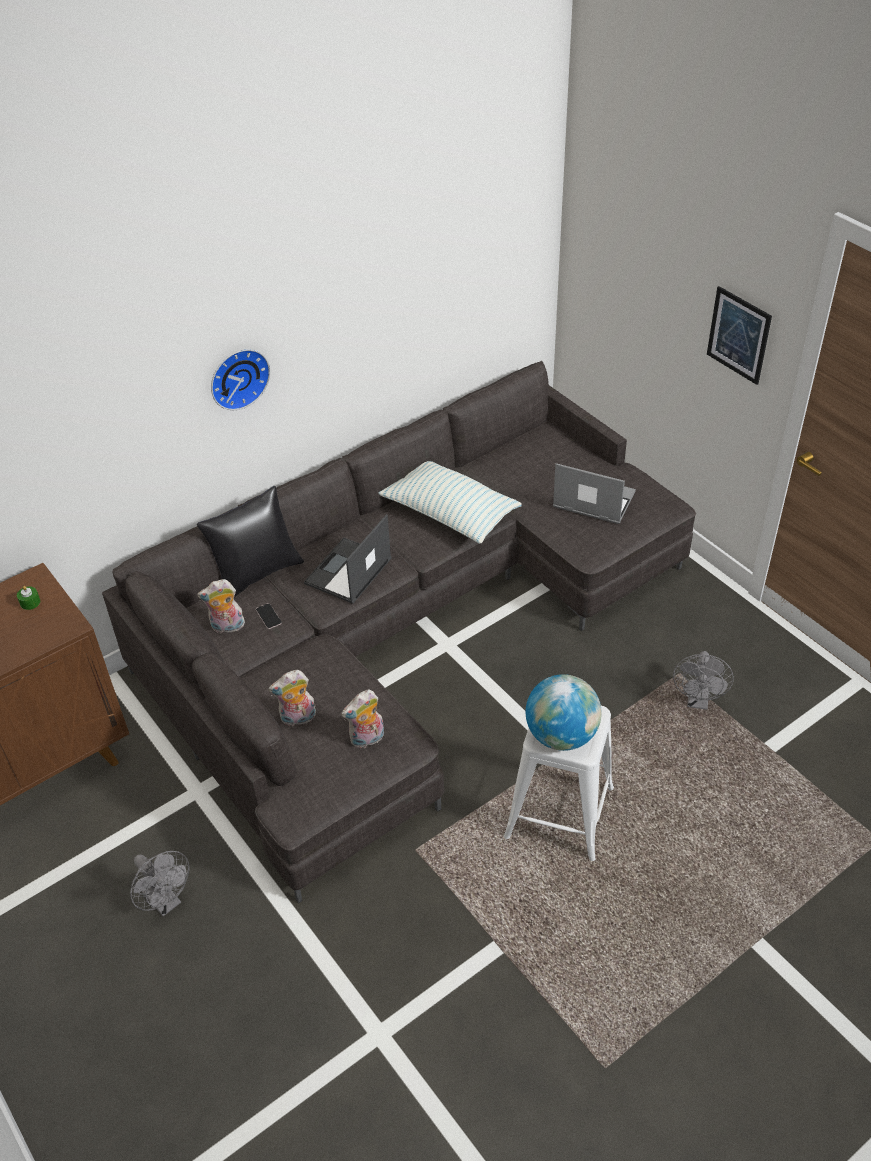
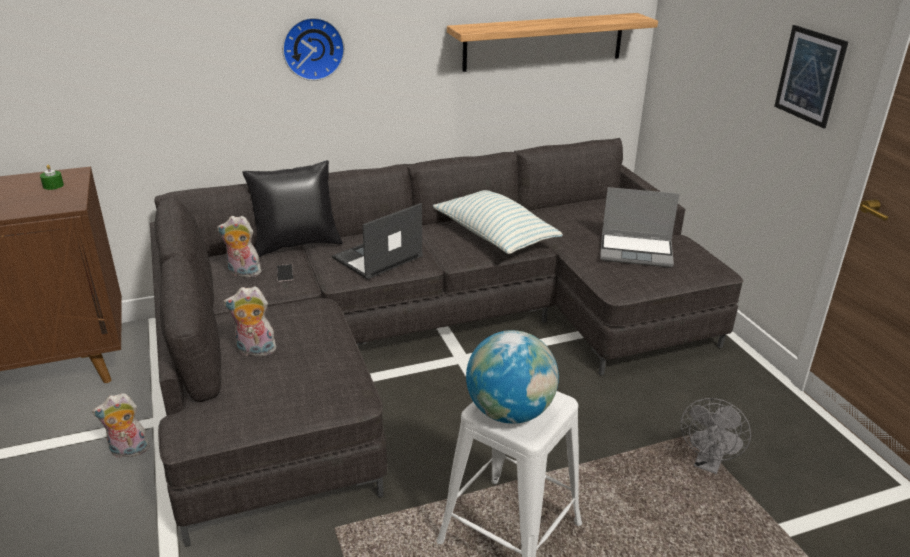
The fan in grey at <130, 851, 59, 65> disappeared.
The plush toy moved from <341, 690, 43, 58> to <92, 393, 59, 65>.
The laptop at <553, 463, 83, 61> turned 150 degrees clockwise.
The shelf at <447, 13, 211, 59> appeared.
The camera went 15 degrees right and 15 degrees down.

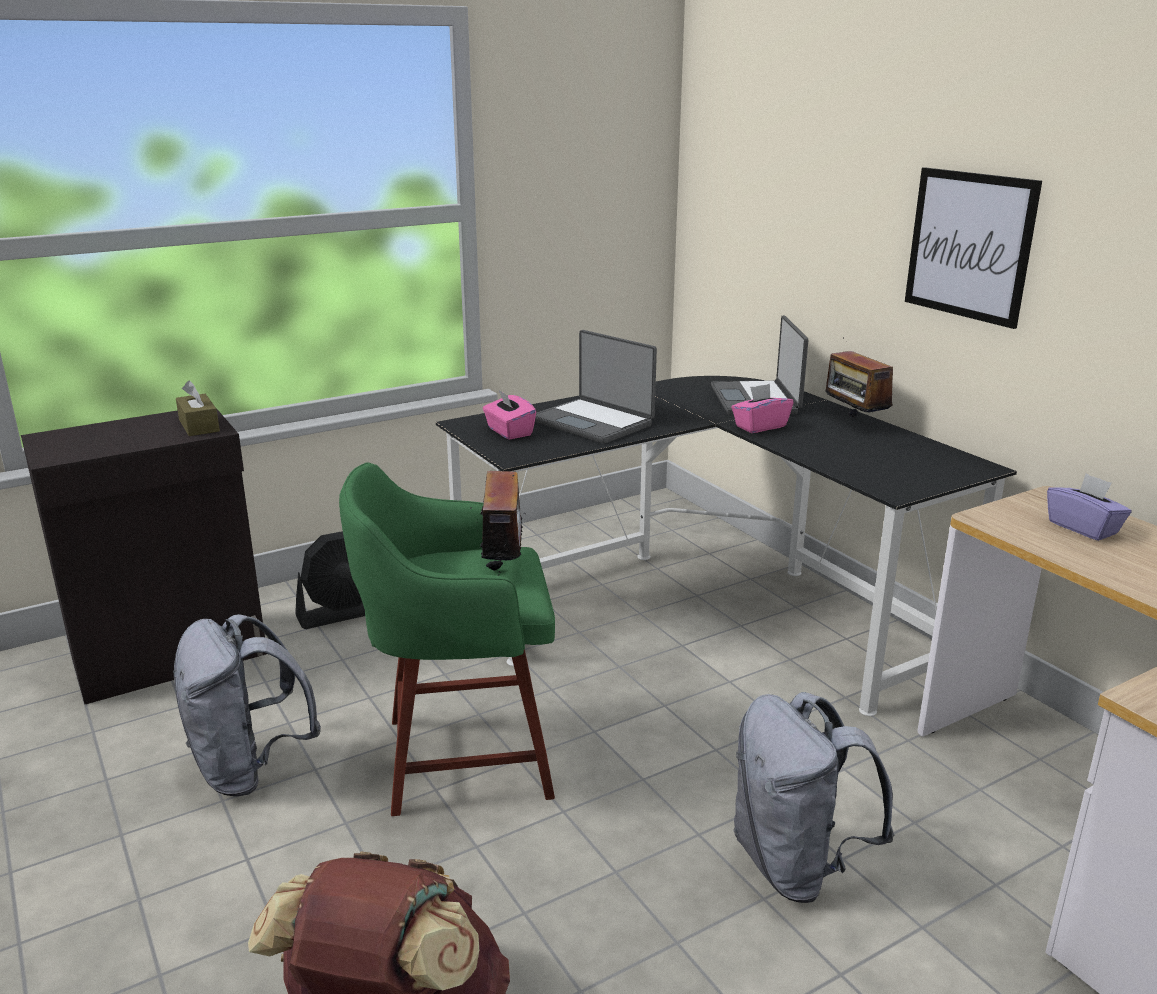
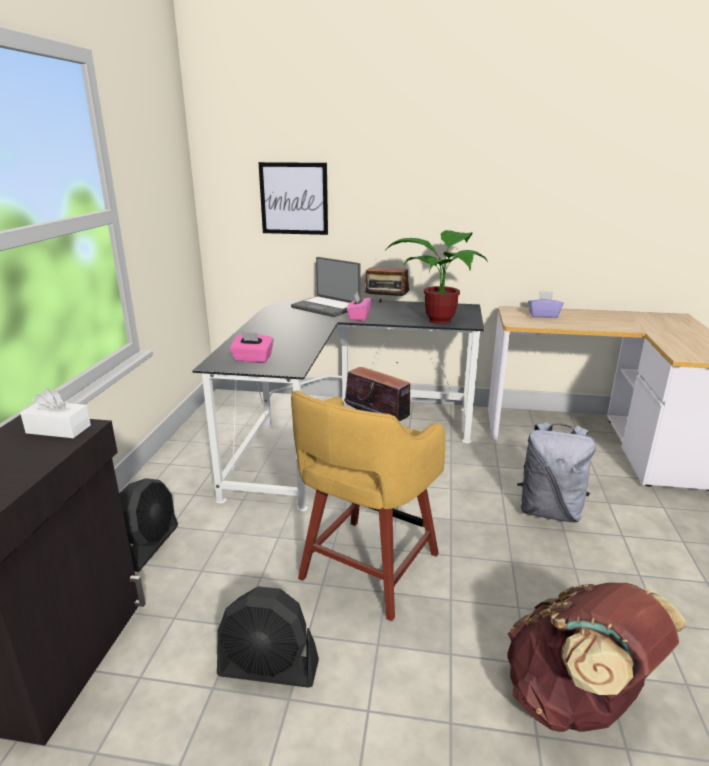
The backpack in grey at <173, 614, 148, 182> was replaced by the fan in black at <217, 586, 102, 102>.
The tissue box in brown at <176, 380, 44, 56> became the tissue box in white at <20, 388, 71, 50>.
The stool in green at <339, 462, 216, 354> became the stool in yellow at <291, 390, 154, 231>.
The laptop at <535, 330, 122, 114> disappeared.
The picture moved from <905, 167, 137, 162> to <258, 162, 70, 73>.
The potted plant at <386, 230, 102, 94> appeared.
The camera went 50 degrees left and 0 degrees up.

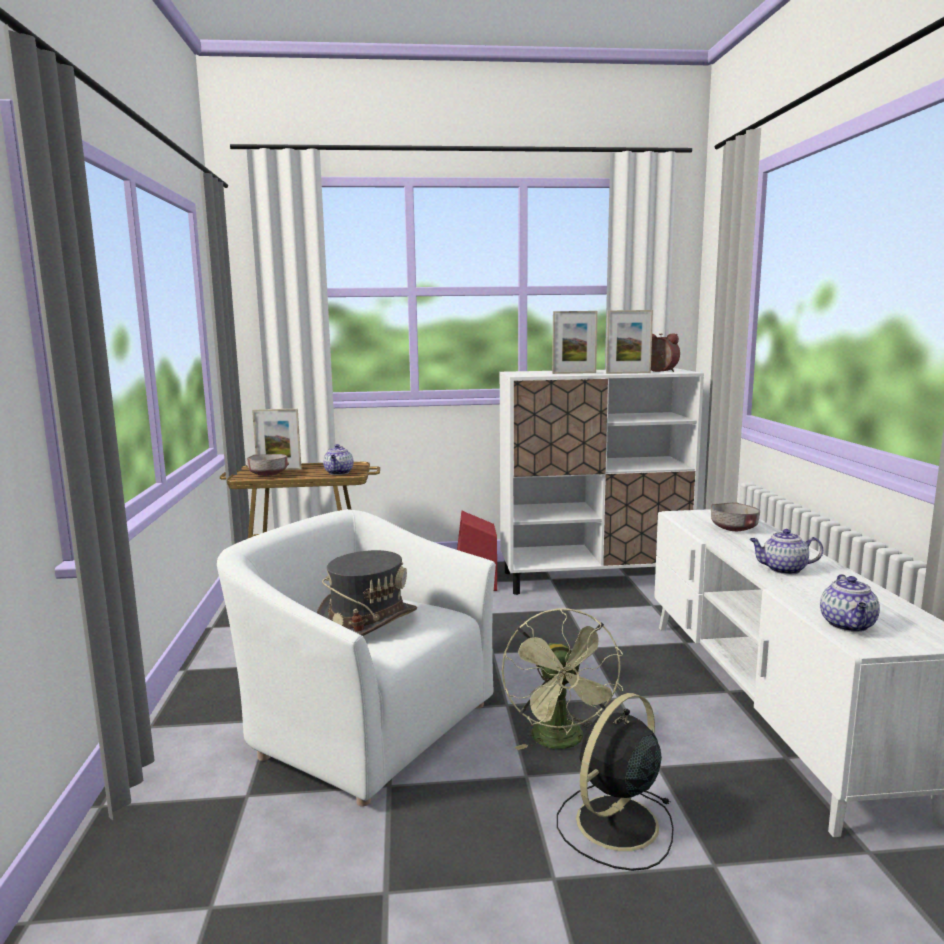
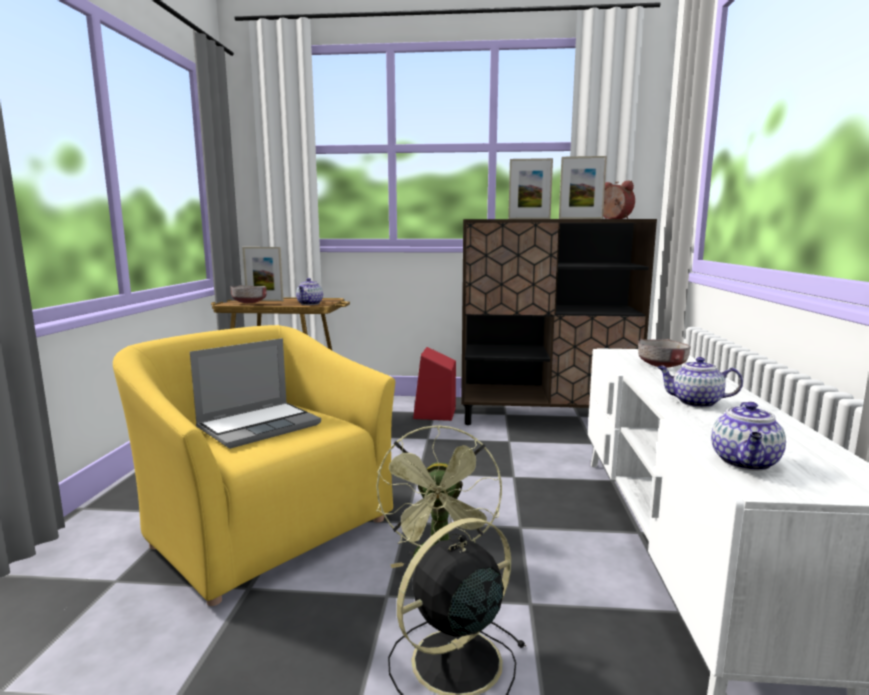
The armchair in white at <217, 509, 279, 297> became the armchair in yellow at <113, 325, 282, 281>.
The hat in grey at <317, 550, 100, 86> was replaced by the laptop at <190, 338, 131, 111>.
The cabinet in white at <499, 368, 205, 227> became the cabinet in brown at <461, 219, 196, 206>.
The camera went 10 degrees right and 0 degrees up.

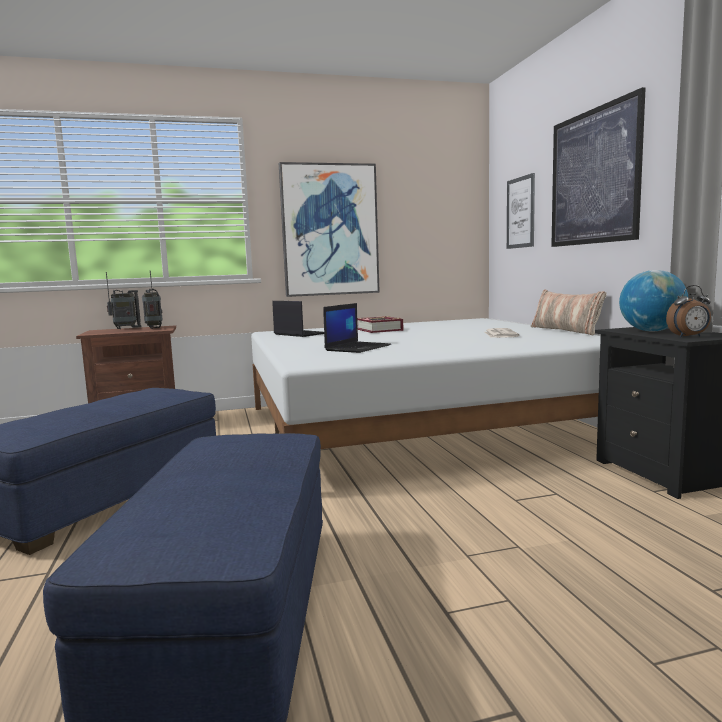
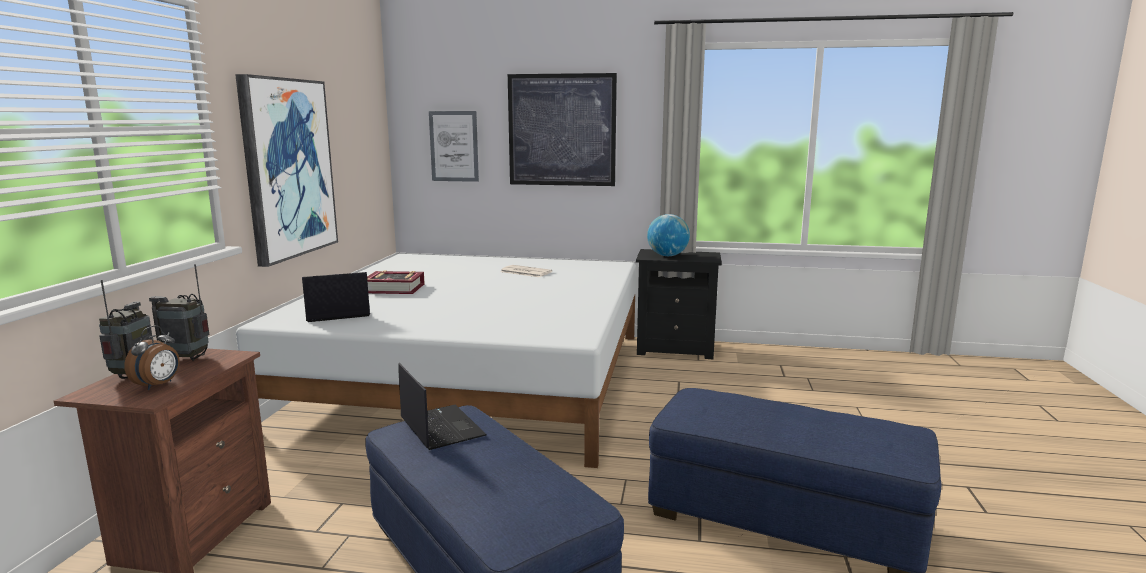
The laptop moved from <323, 303, 68, 50> to <398, 363, 89, 87>.
The pillow at <531, 290, 76, 45> disappeared.
The alarm clock moved from <666, 285, 45, 52> to <124, 325, 56, 65>.
The camera went 65 degrees left and 5 degrees up.

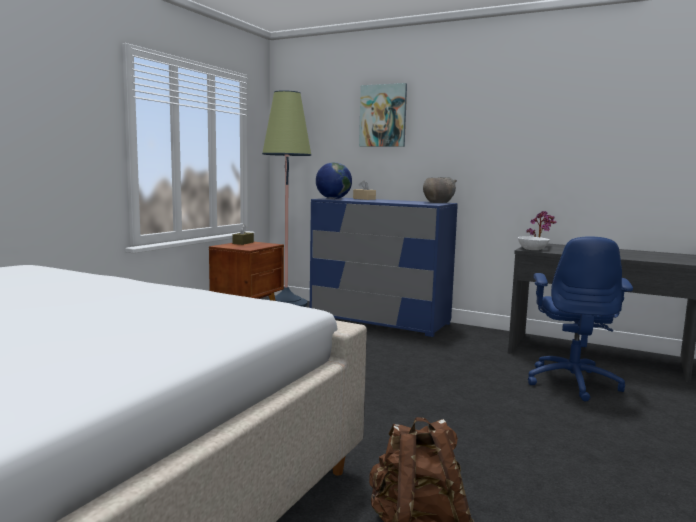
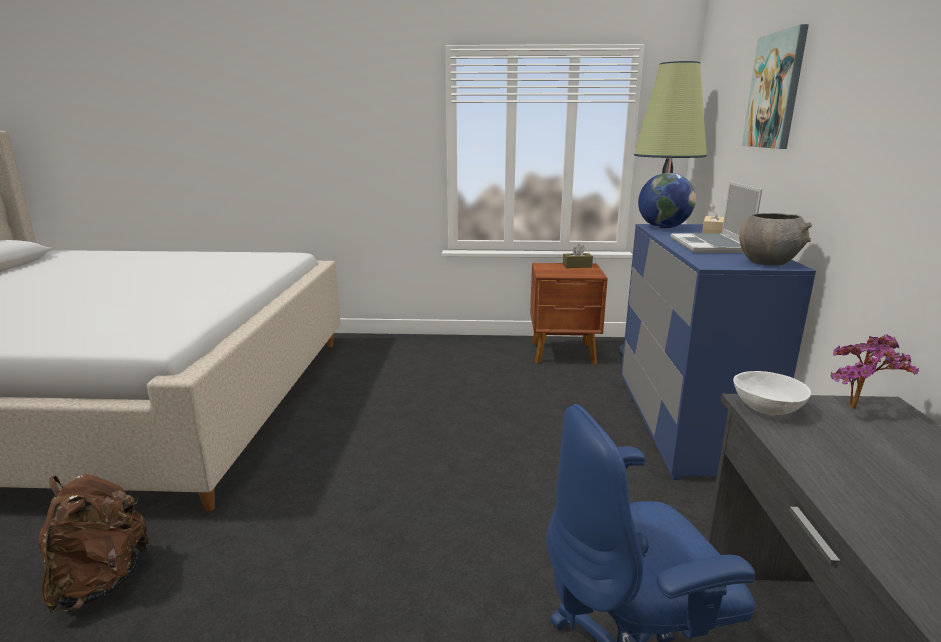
The laptop at <671, 182, 91, 71> appeared.
The camera went 65 degrees right and 10 degrees up.

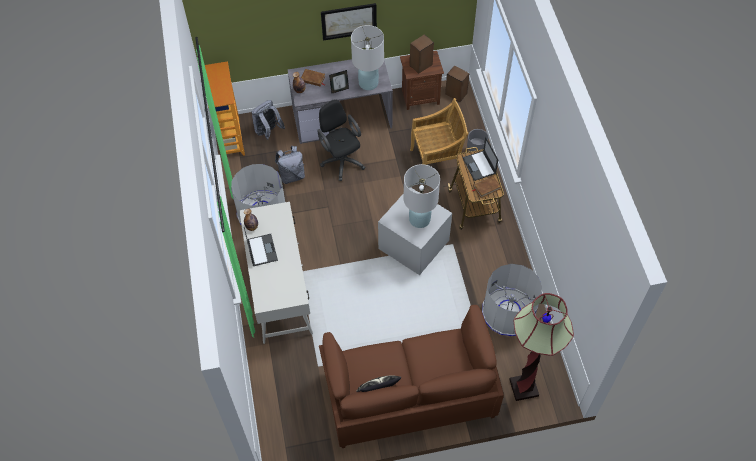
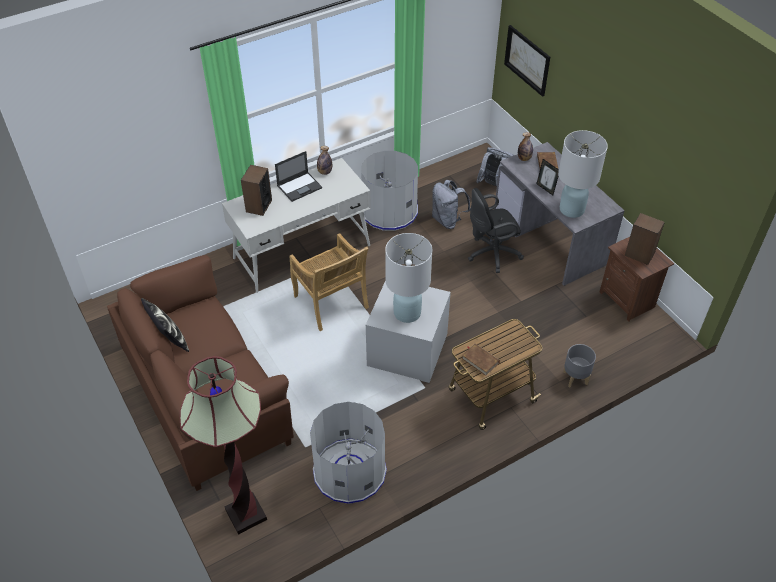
The bookcase at <205, 61, 40, 95> disappeared.
The office chair in black at <317, 100, 48, 81> turned 150 degrees counterclockwise.
The picture moved from <321, 3, 56, 38> to <504, 25, 46, 72>.
The chair in beige moved from <410, 98, 59, 75> to <290, 233, 79, 98>.
The speaker moved from <445, 66, 24, 36> to <241, 165, 31, 51>.
The laptop at <462, 137, 36, 44> disappeared.
The camera went 70 degrees right and 10 degrees down.

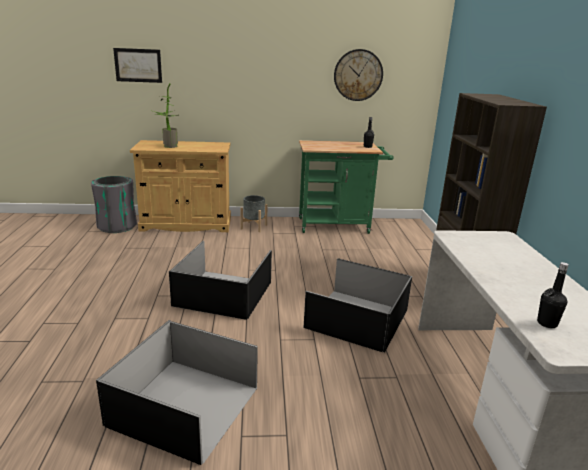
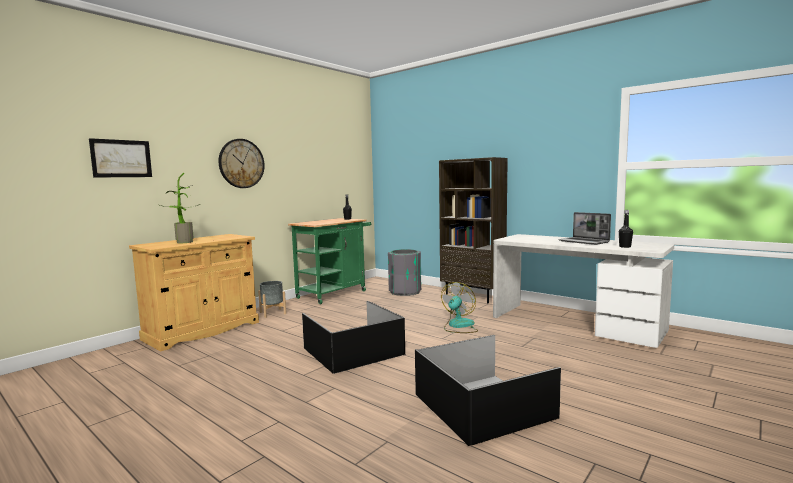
The trash can in grey moved from <91, 176, 46, 57> to <388, 249, 33, 47>.
The storage box in black at <303, 258, 109, 94> was replaced by the fan at <441, 282, 37, 51>.
The wall clock moved from <334, 49, 49, 52> to <219, 139, 46, 49>.
The laptop at <559, 212, 52, 33> appeared.
The camera went 45 degrees left and 15 degrees down.

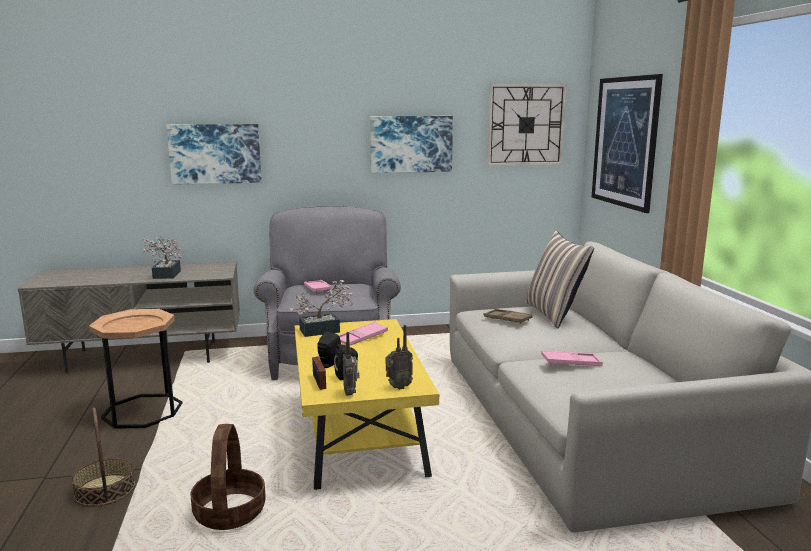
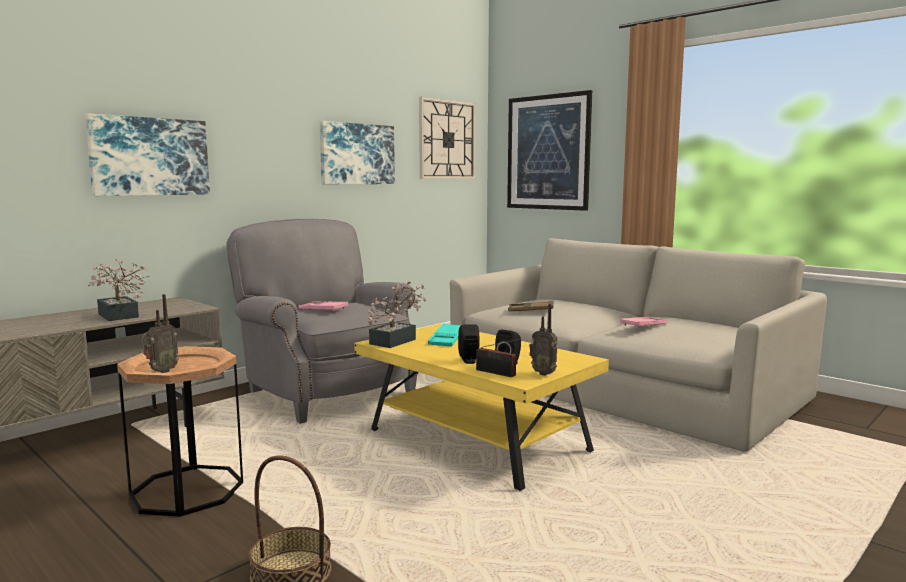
The basket at <190, 424, 76, 106> disappeared.
The tray in pink at <338, 322, 50, 23> became the tray in turquoise at <428, 323, 33, 23>.
The radio moved from <386, 325, 27, 65> to <142, 294, 37, 79>.
The pillow at <525, 230, 69, 98> disappeared.
The camera went 35 degrees left and 5 degrees down.

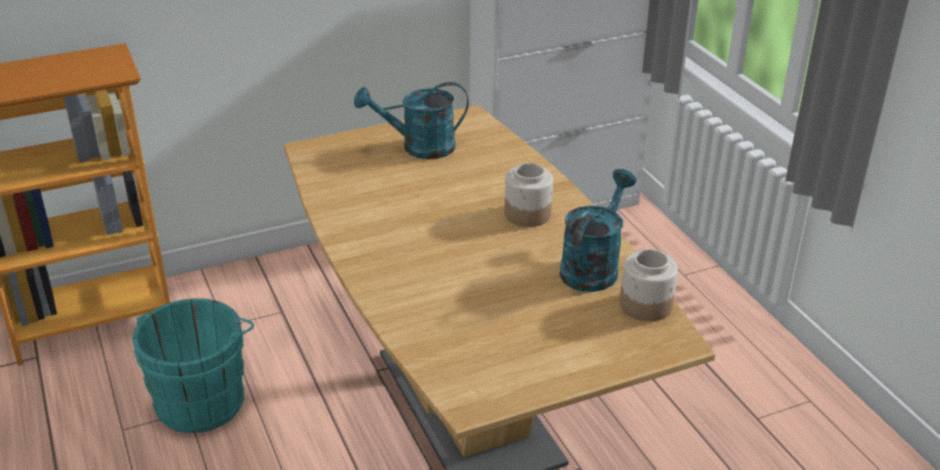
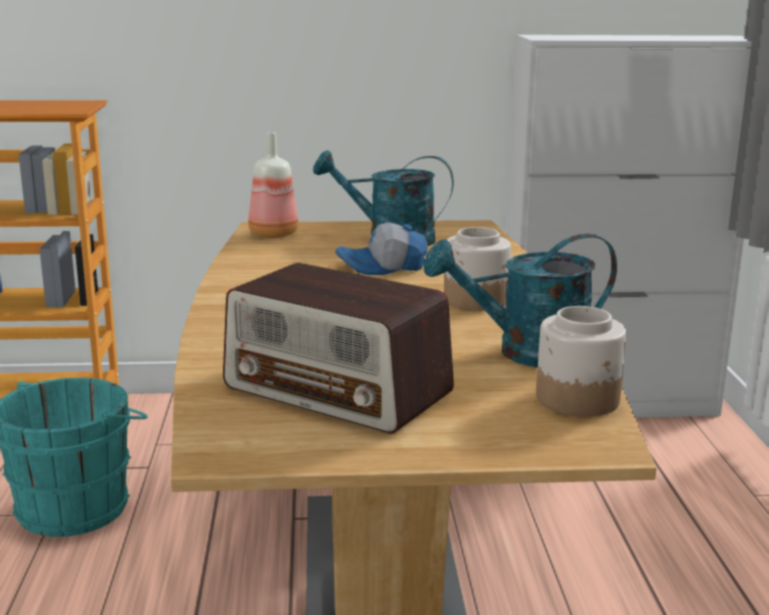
The watering can in turquoise at <560, 169, 77, 123> turned 150 degrees counterclockwise.
The radio at <223, 263, 231, 170> appeared.
The bottle at <248, 132, 50, 106> appeared.
The cap at <335, 222, 93, 53> appeared.
The camera went 20 degrees right and 15 degrees down.

